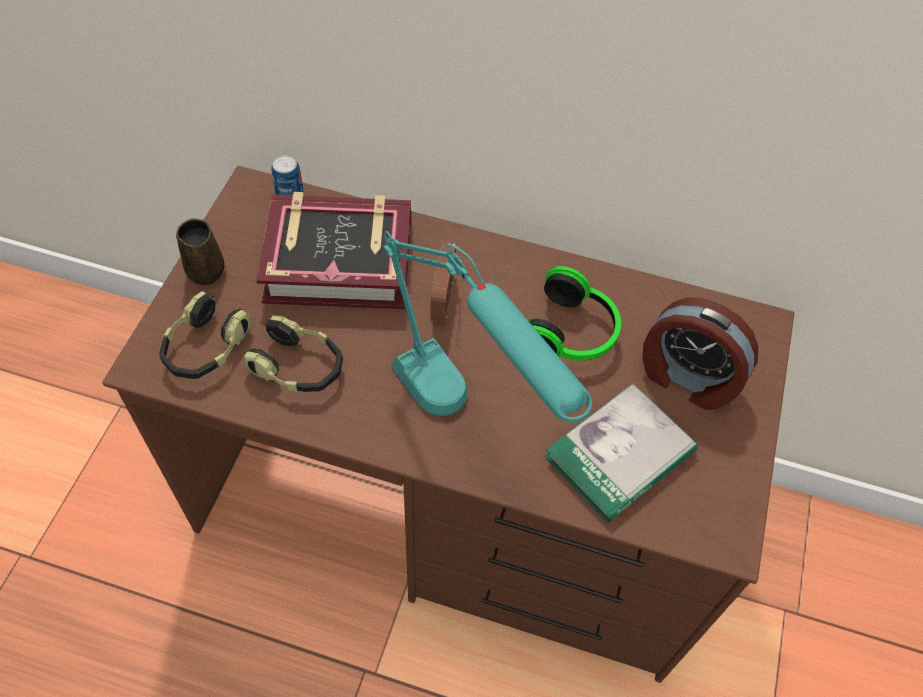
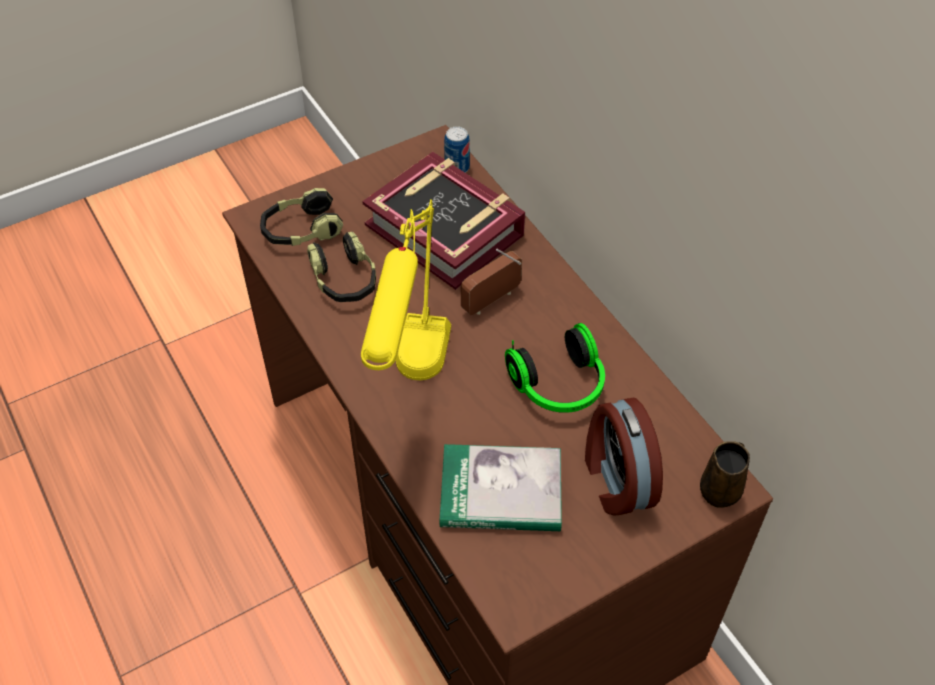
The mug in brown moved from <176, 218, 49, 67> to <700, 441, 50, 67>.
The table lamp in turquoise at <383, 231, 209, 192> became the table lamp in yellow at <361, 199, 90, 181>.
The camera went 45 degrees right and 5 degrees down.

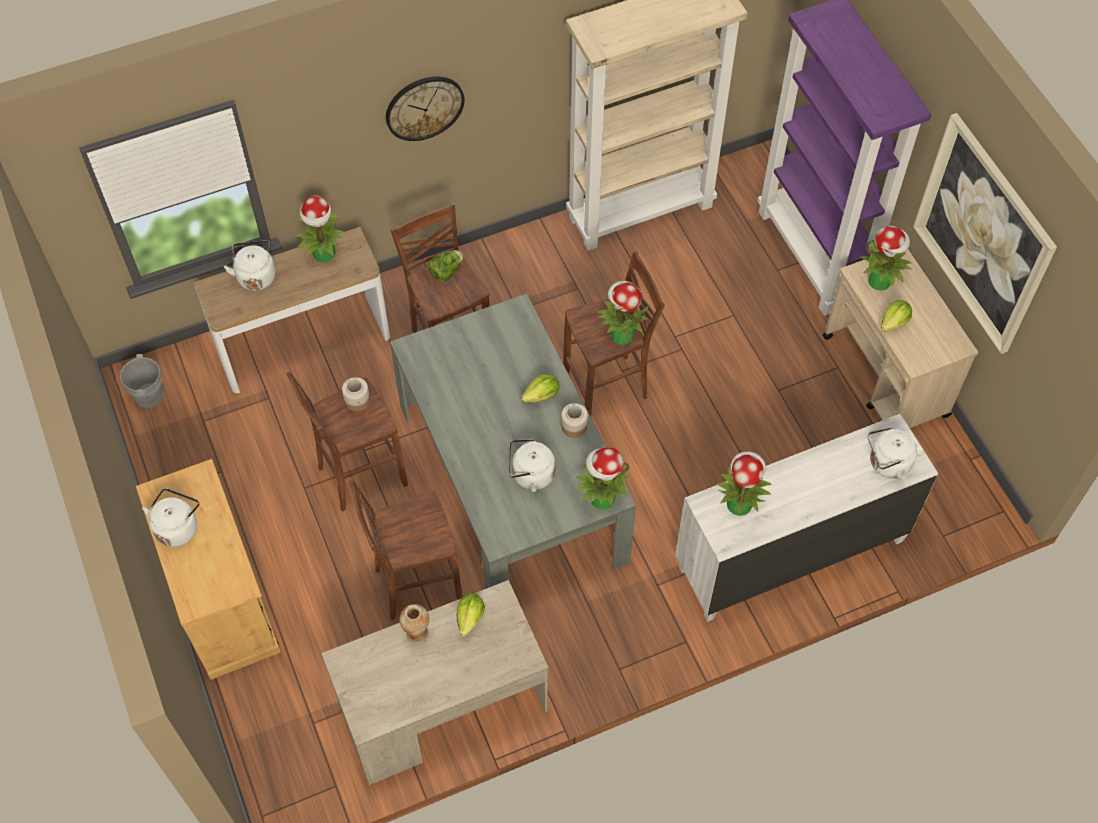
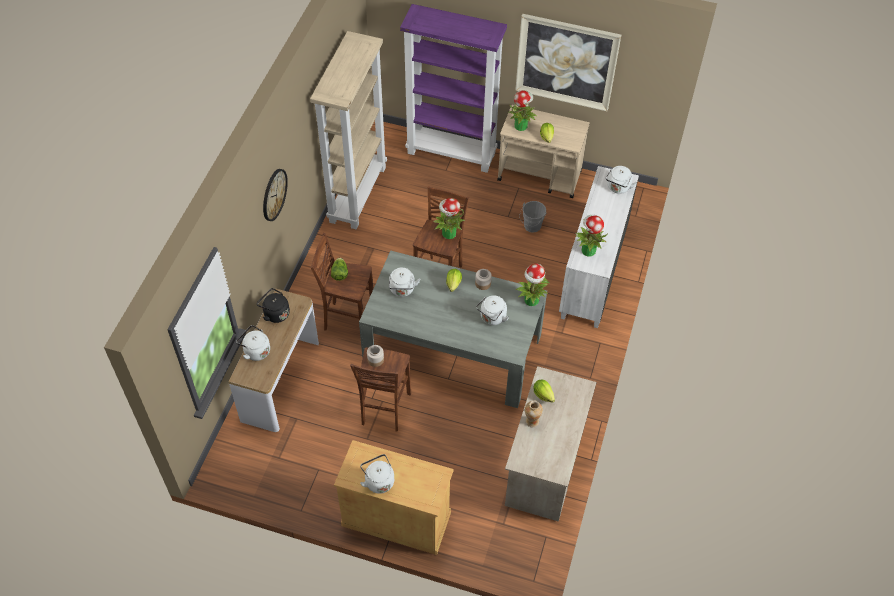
The bucket in grey moved from <116, 354, 48, 54> to <519, 201, 27, 32>.
The potted plant at <295, 195, 49, 67> was replaced by the kettle in black at <256, 288, 34, 35>.
The stool in brown at <349, 480, 114, 140> disappeared.
The kettle in white at <389, 267, 31, 30> appeared.
The camera went 50 degrees left and 5 degrees down.

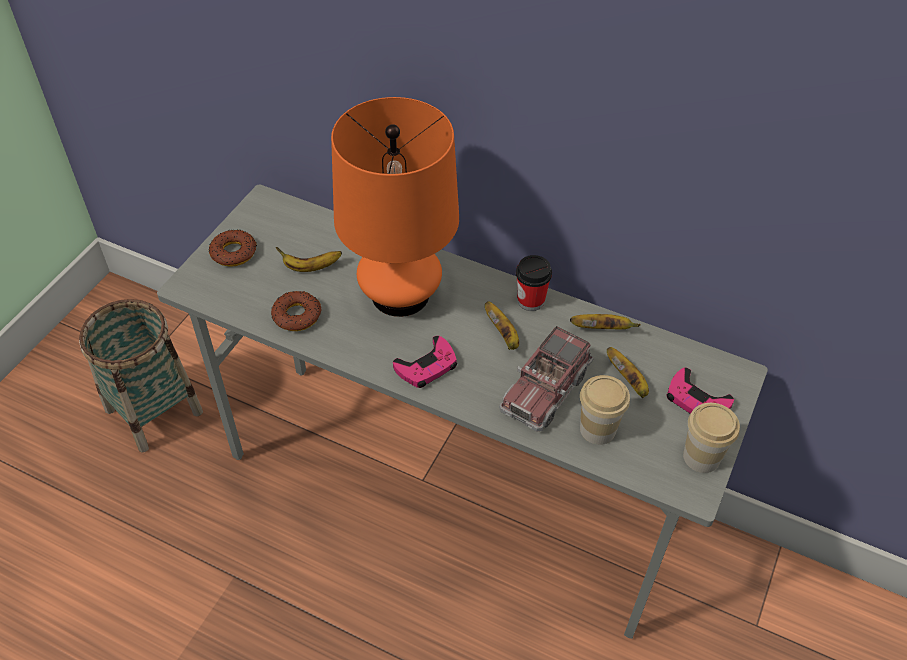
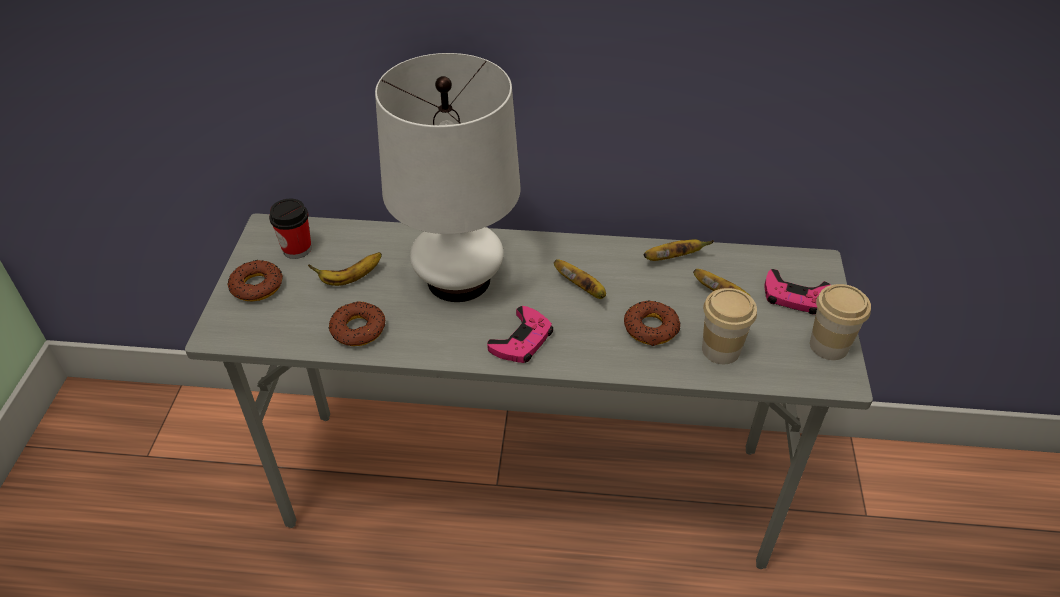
The basket at <79, 299, 124, 154> disappeared.
The table lamp in orange at <331, 97, 128, 220> became the table lamp in white at <375, 53, 146, 249>.
The toy truck at <499, 326, 95, 106> was replaced by the donut at <624, 300, 56, 46>.
The cup moved from <516, 255, 36, 56> to <269, 199, 42, 60>.
The camera went 20 degrees left and 5 degrees down.

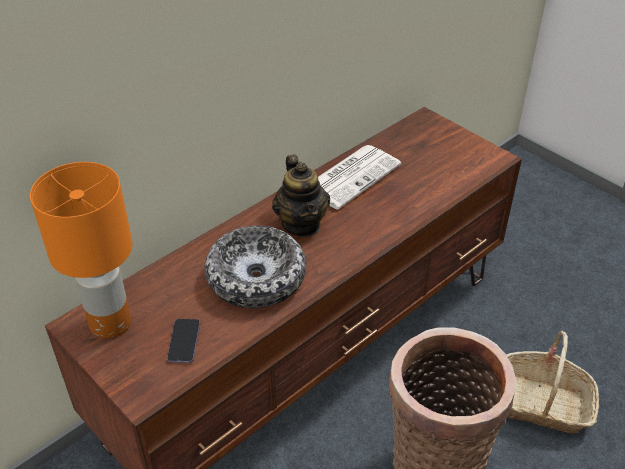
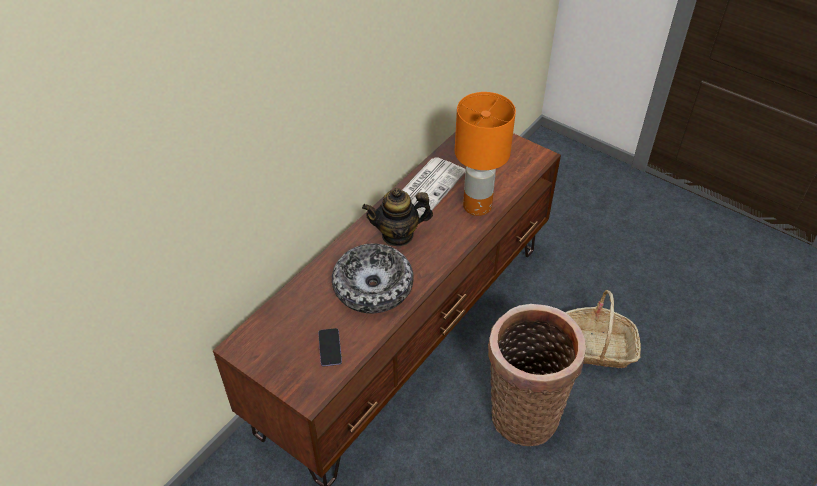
The table lamp in orange moved from <30, 162, 103, 176> to <455, 92, 61, 124>.
The teapot at <272, 155, 58, 82> turned 105 degrees clockwise.
The camera went 10 degrees left and 5 degrees up.

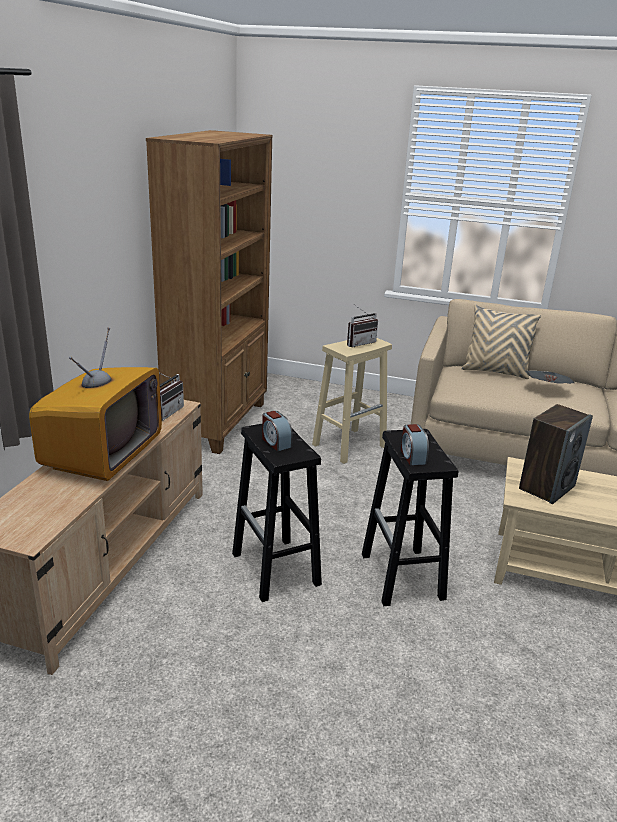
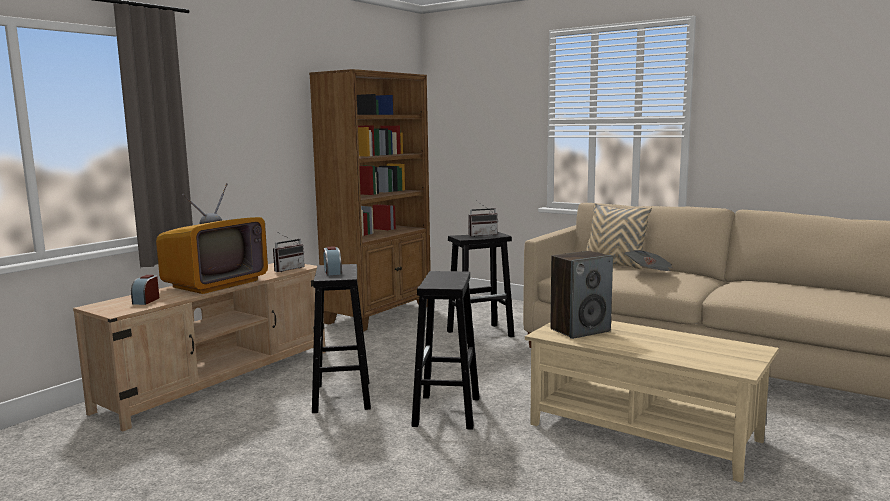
The stool in beige at <312, 338, 80, 126> became the stool in black at <447, 232, 67, 112>.
The alarm clock moved from <401, 424, 28, 41> to <131, 275, 28, 30>.
The camera went 20 degrees right and 15 degrees down.

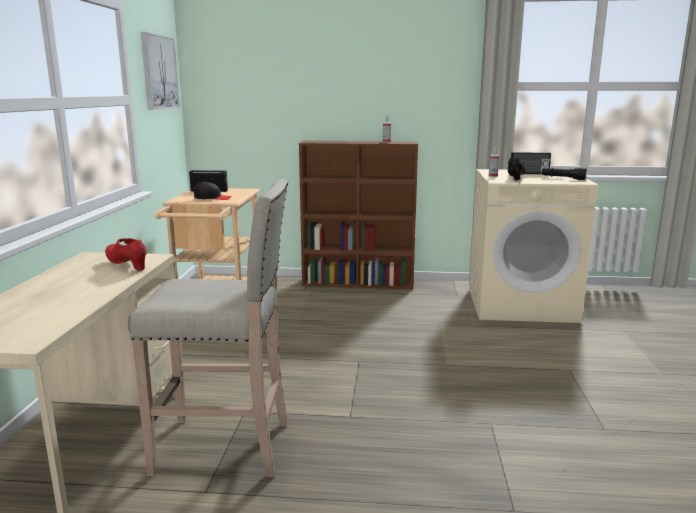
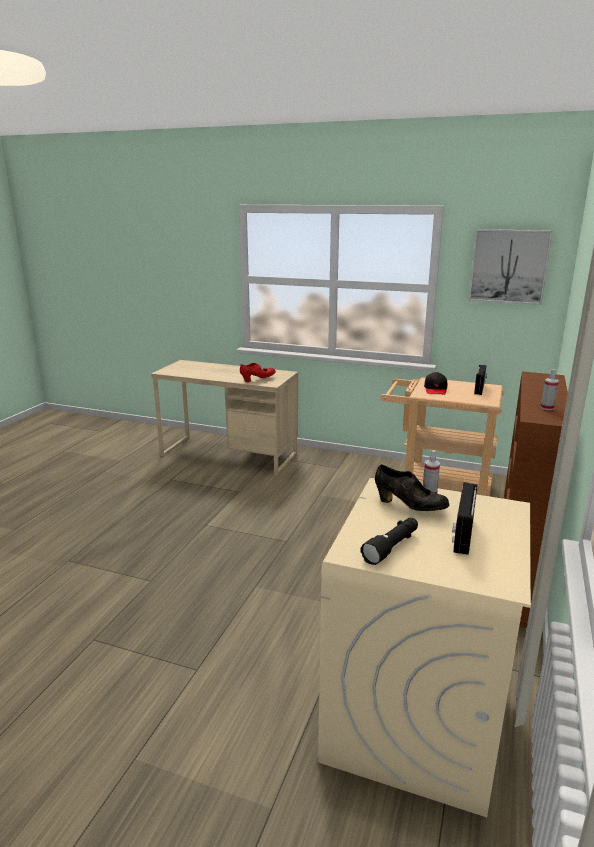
The stool in beige at <128, 179, 160, 298> disappeared.
The camera went 105 degrees right and 5 degrees up.

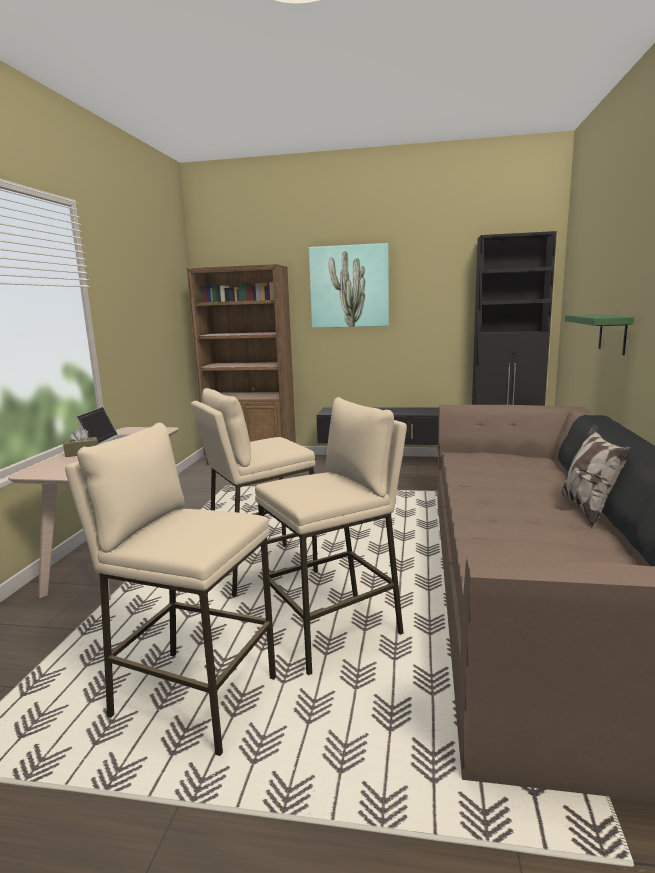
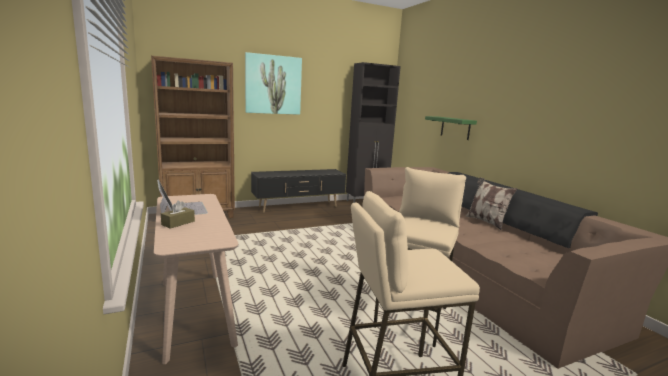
The stool in beige at <191, 388, 127, 209> disappeared.
The camera went 35 degrees left and 0 degrees up.

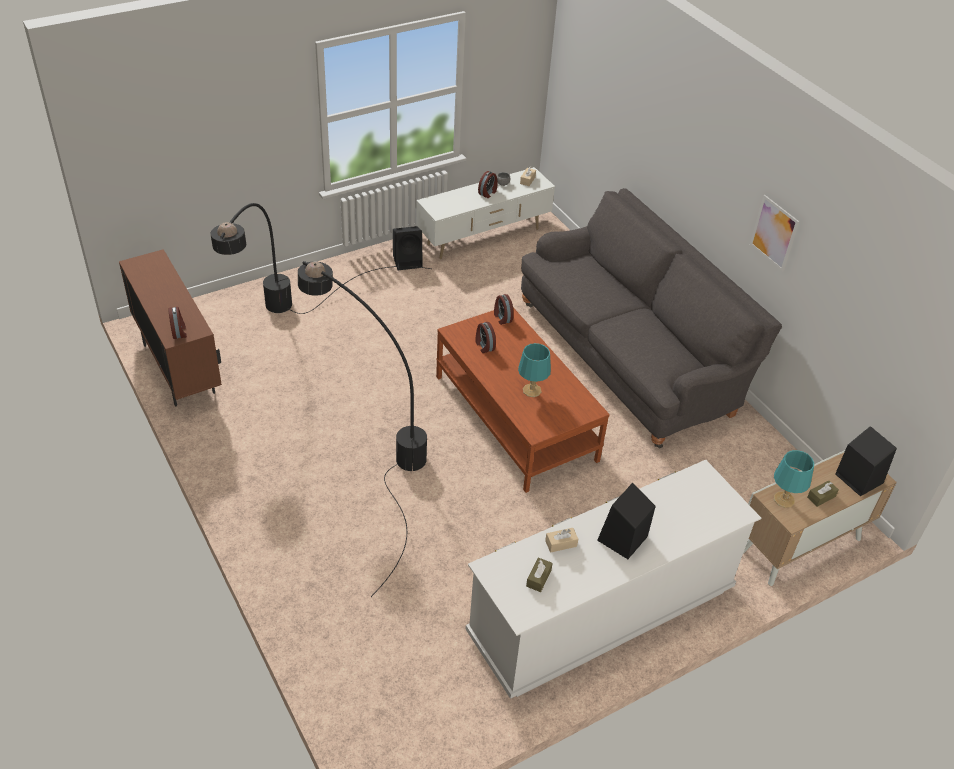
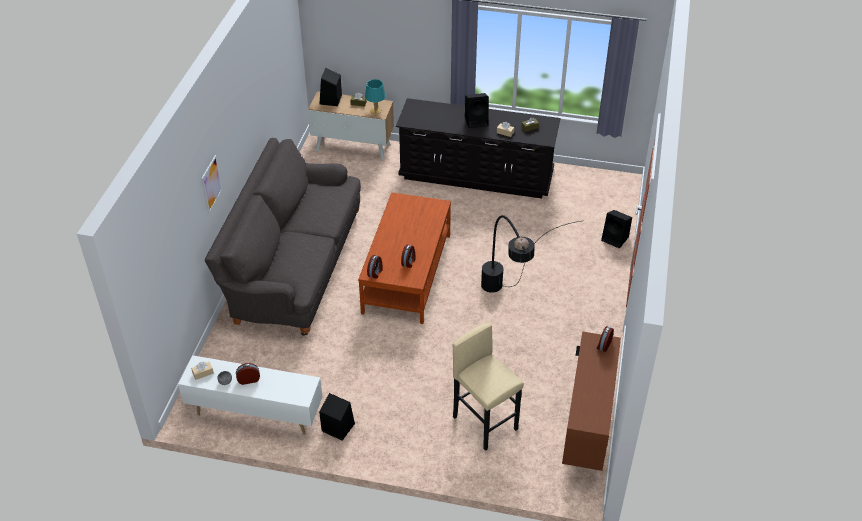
The floor lamp in black at <210, 203, 221, 111> was replaced by the stool in beige at <453, 323, 71, 128>.
The dresser in white at <465, 460, 296, 239> became the dresser in black at <396, 98, 165, 101>.
The table lamp in turquoise at <518, 343, 33, 54> disappeared.
The picture moved from <750, 195, 49, 76> to <201, 155, 21, 58>.
The speaker in black at <601, 210, 31, 39> appeared.
The camera went 135 degrees left and 0 degrees up.

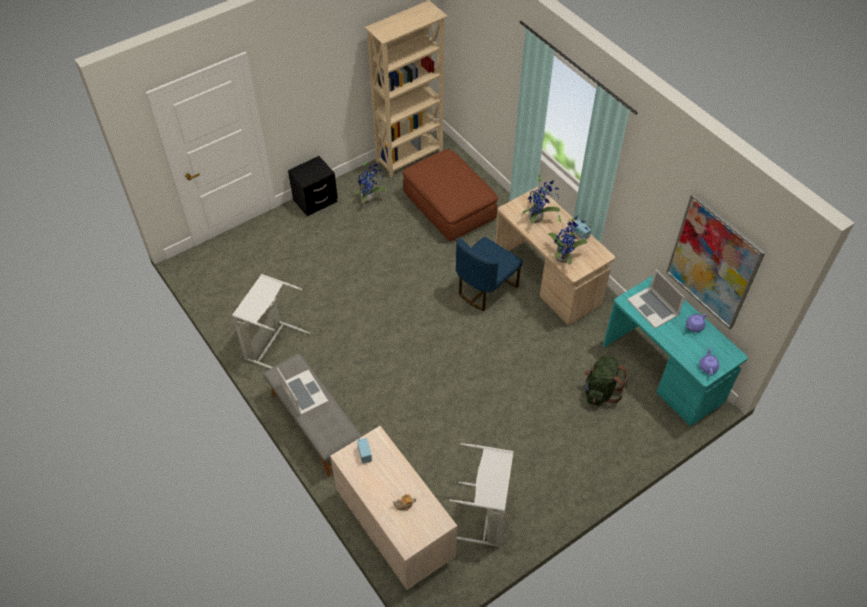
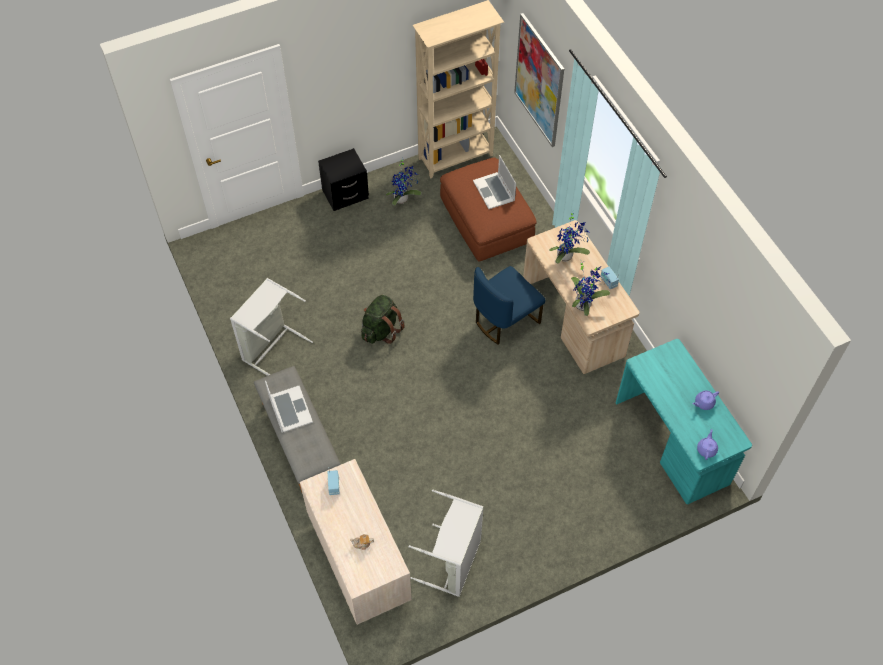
The backpack in green moved from <584, 355, 44, 51> to <361, 295, 44, 49>.
The laptop moved from <627, 269, 58, 60> to <473, 155, 43, 54>.
The picture moved from <666, 194, 100, 135> to <514, 13, 50, 134>.
The camera went 10 degrees right and 5 degrees up.

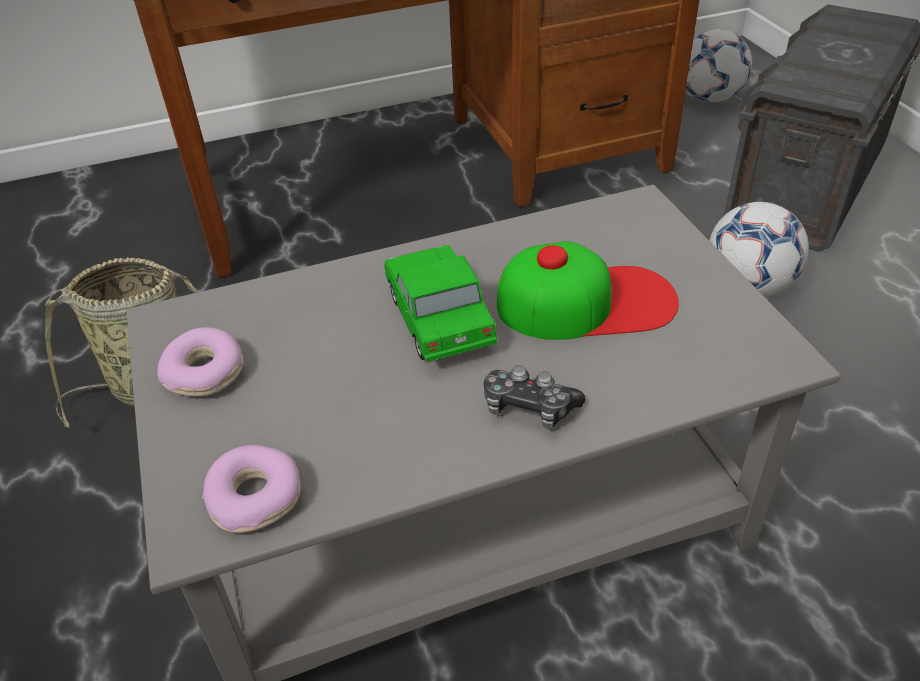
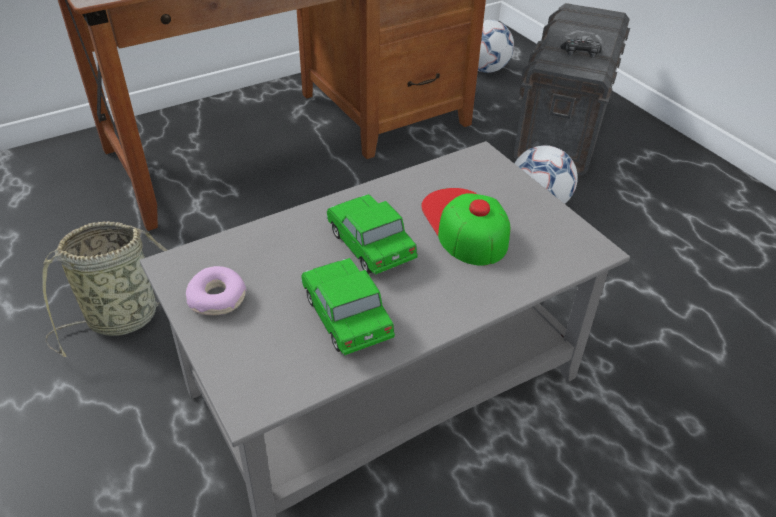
The donut at <202, 445, 99, 88> disappeared.
The game controller moved from <484, 365, 101, 64> to <560, 36, 42, 22>.
The cap at <497, 241, 182, 99> turned 90 degrees counterclockwise.
The toy car at <301, 258, 94, 97> appeared.
The camera went 15 degrees left and 0 degrees up.

